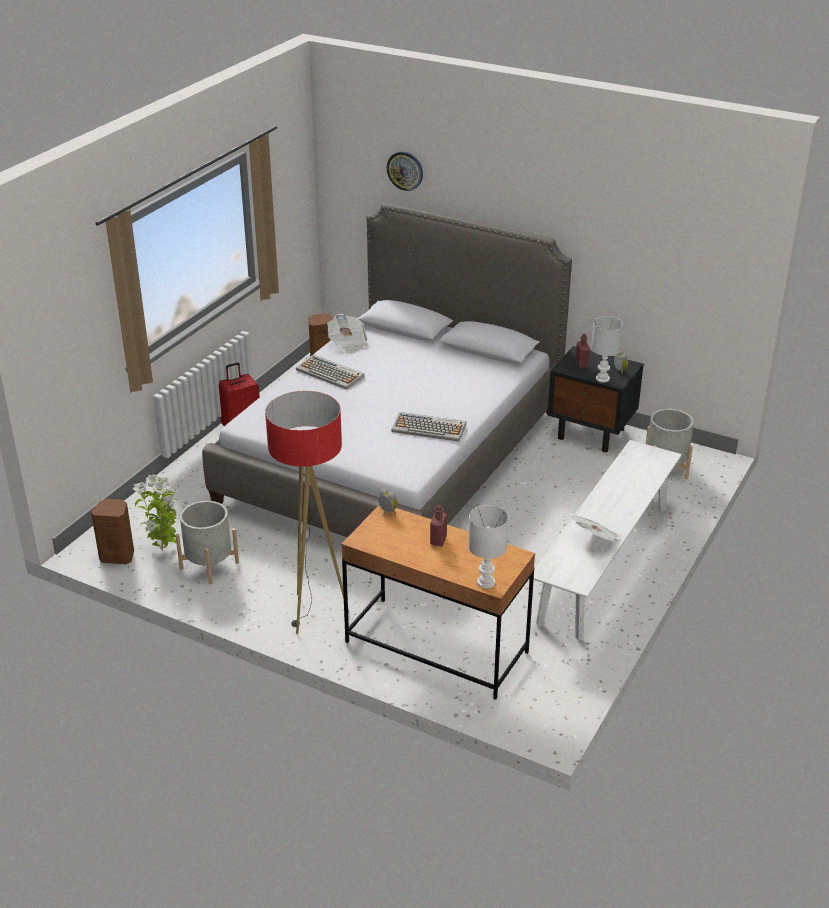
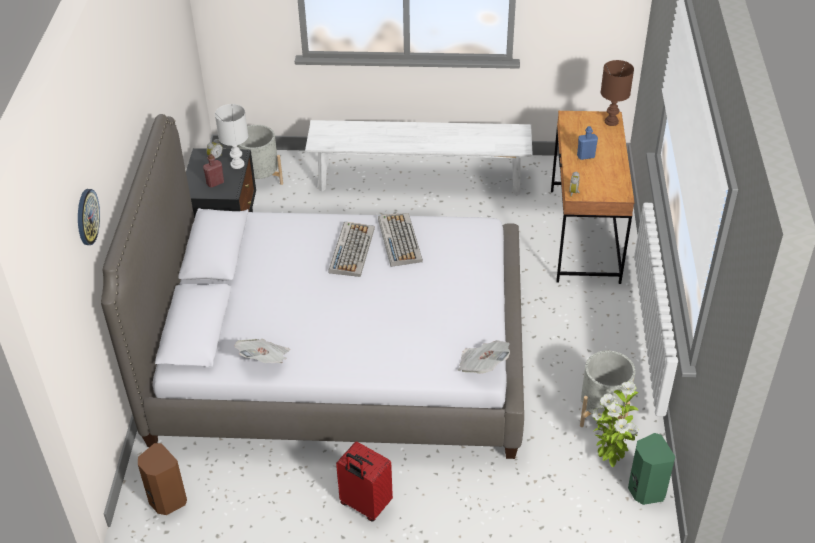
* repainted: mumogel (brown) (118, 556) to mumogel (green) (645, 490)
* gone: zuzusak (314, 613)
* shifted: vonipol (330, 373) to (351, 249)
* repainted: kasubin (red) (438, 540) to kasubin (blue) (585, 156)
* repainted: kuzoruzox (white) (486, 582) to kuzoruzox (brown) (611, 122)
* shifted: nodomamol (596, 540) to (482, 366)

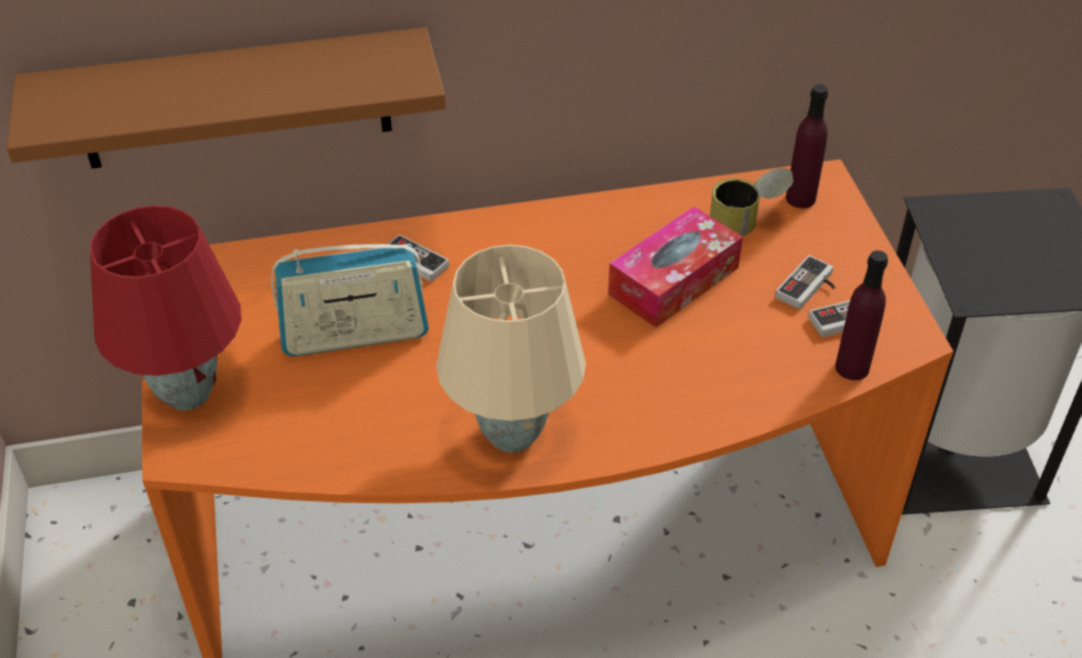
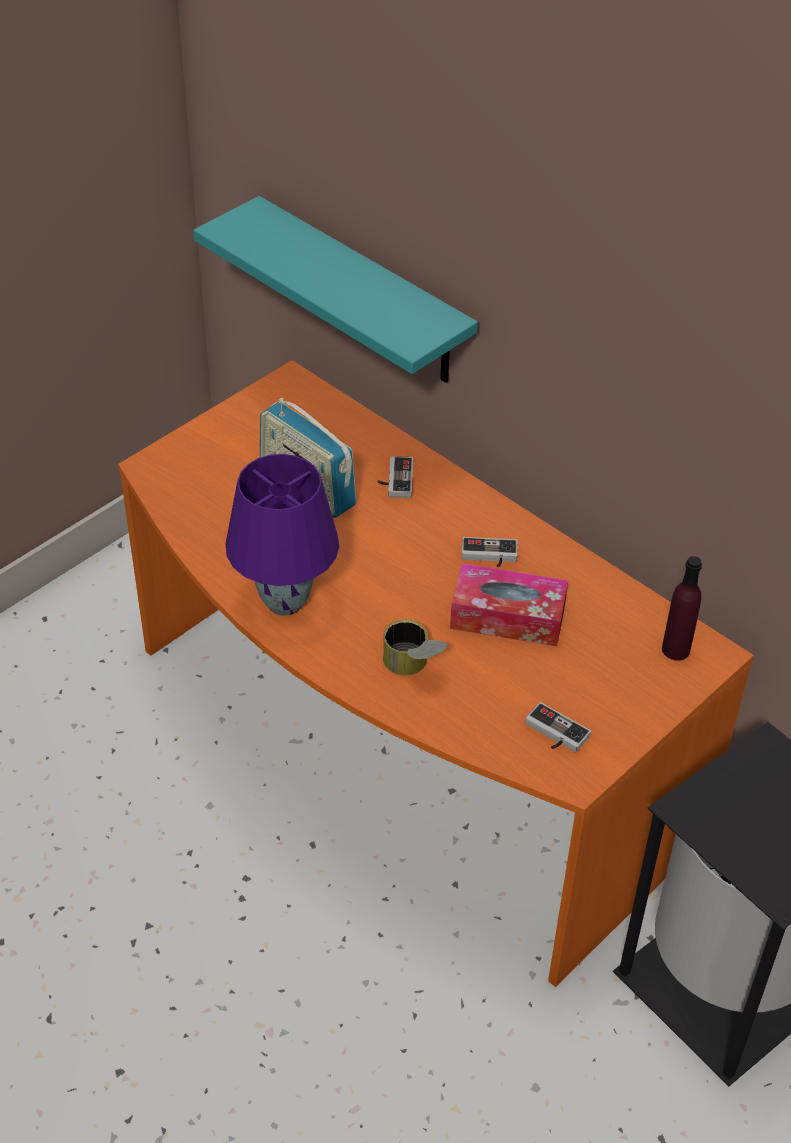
* repainted: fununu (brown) (234, 99) to fununu (turquoise) (363, 293)
* gone: kuzoruzox (red) (188, 395)
* repainted: kuzoruzox (beige) (512, 437) to kuzoruzox (purple) (284, 603)
* shifted: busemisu (747, 221) to (413, 667)
* shifted: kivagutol (809, 288) to (489, 556)
* gone: kasubin (purple) (852, 367)

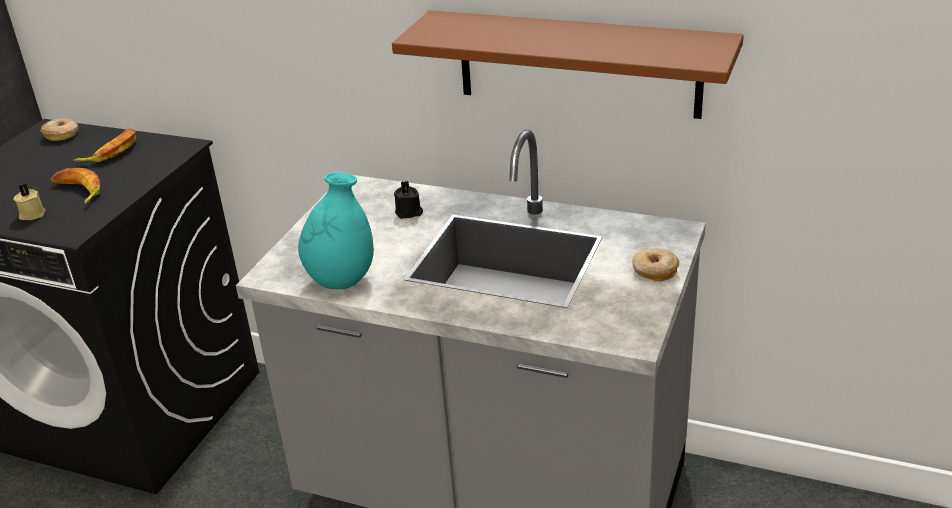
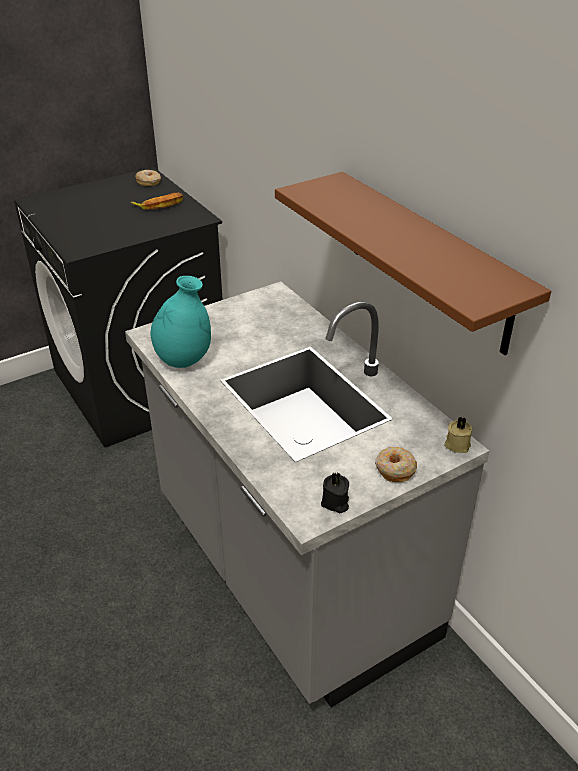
* shifted: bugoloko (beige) (32, 214) to (457, 444)
* gone: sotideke (77, 191)
* shifted: bugoloko (black) (409, 213) to (335, 503)

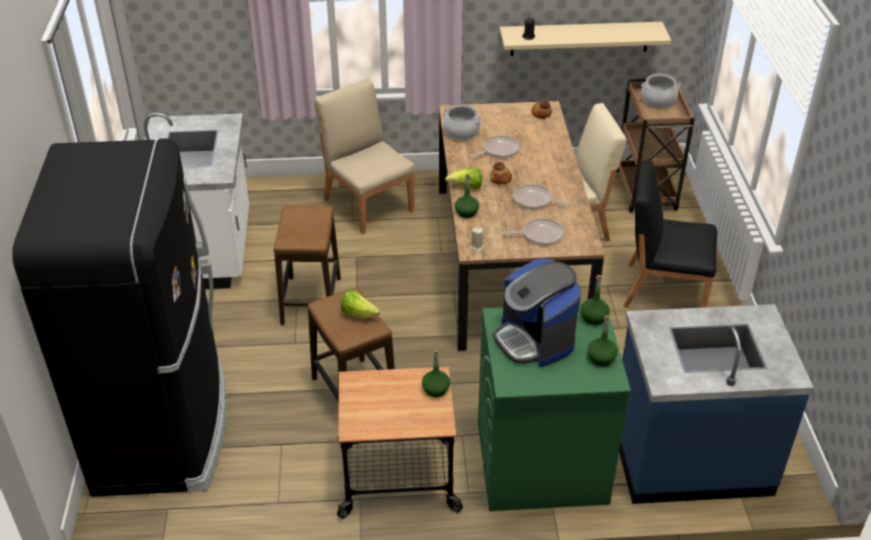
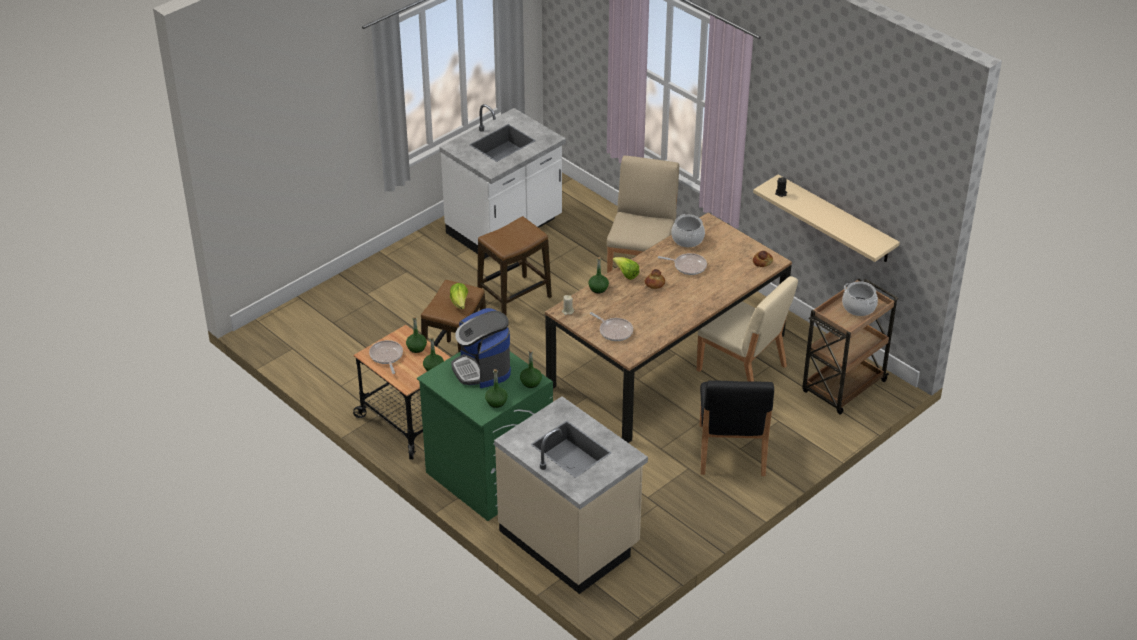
* gone: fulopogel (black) (164, 428)
* rotated: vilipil (534, 340) = (482, 369) 45 degrees counterclockwise
* shifted: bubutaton (534, 200) to (386, 356)
* repainted: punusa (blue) (690, 457) to punusa (beige) (570, 539)
* rotated: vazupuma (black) (663, 289) = (731, 451) 150 degrees counterclockwise
* new: kasubin (green) (416, 348)

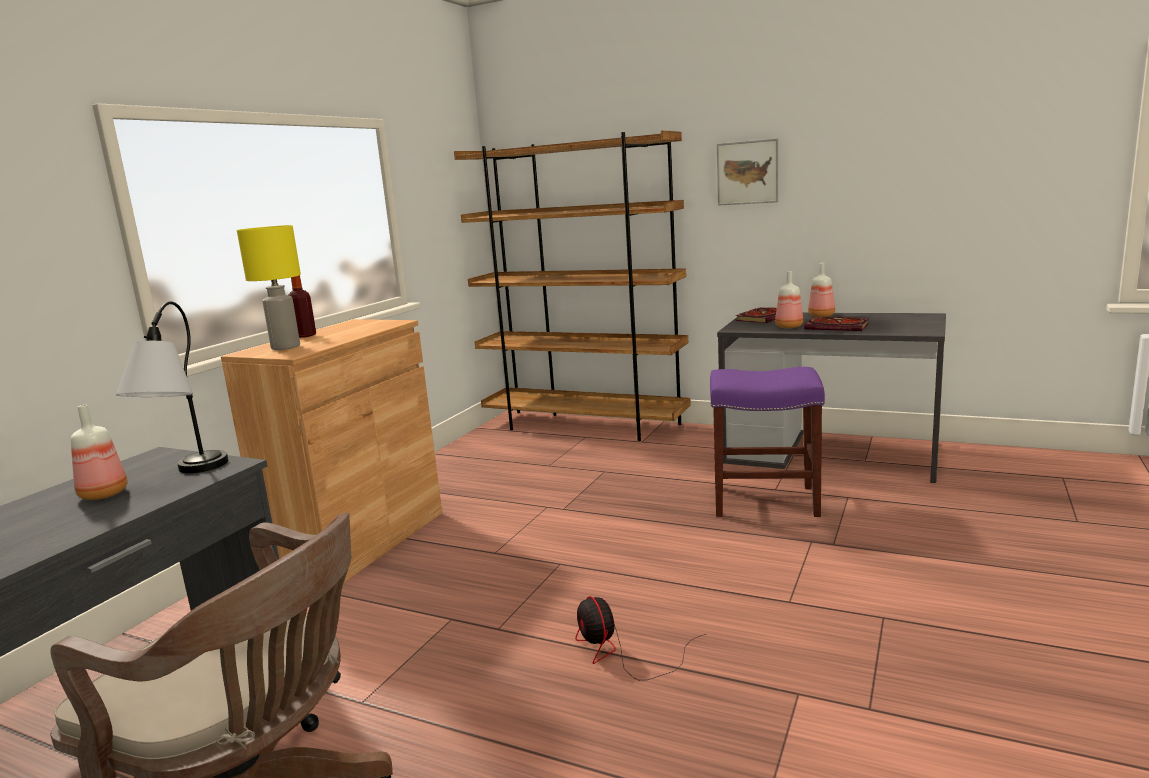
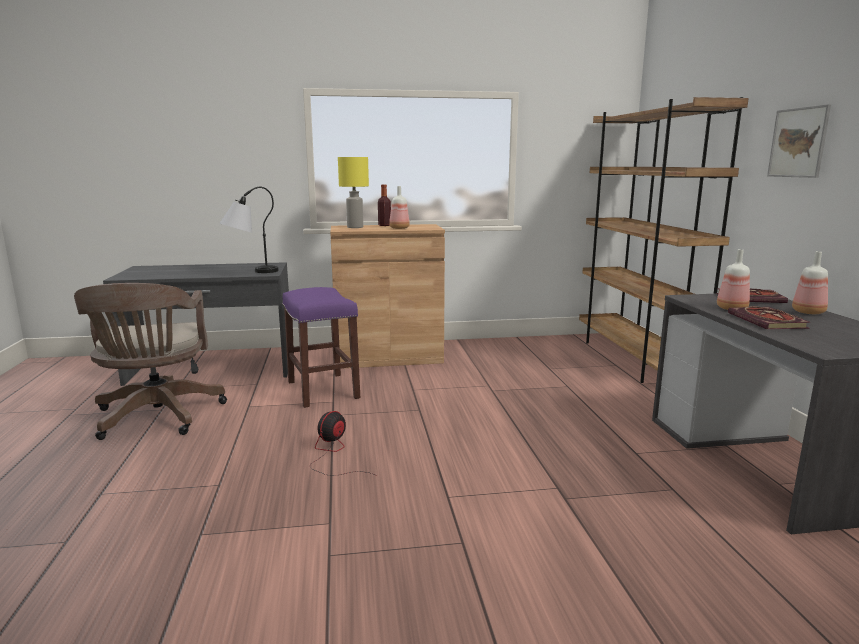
* shifted: kasubin (103, 495) to (398, 228)
* shifted: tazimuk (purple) (763, 501) to (322, 389)

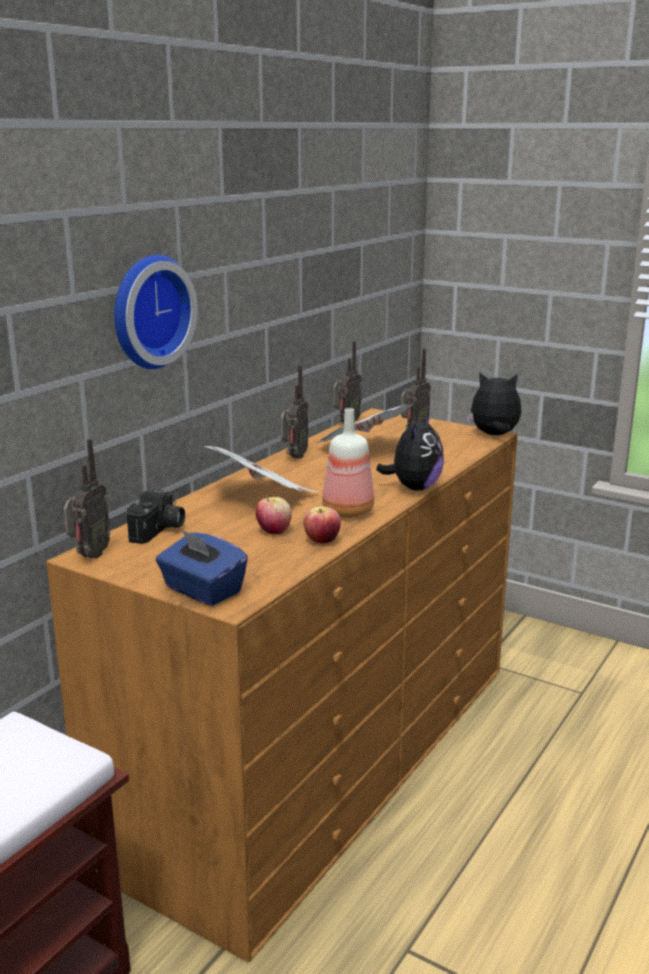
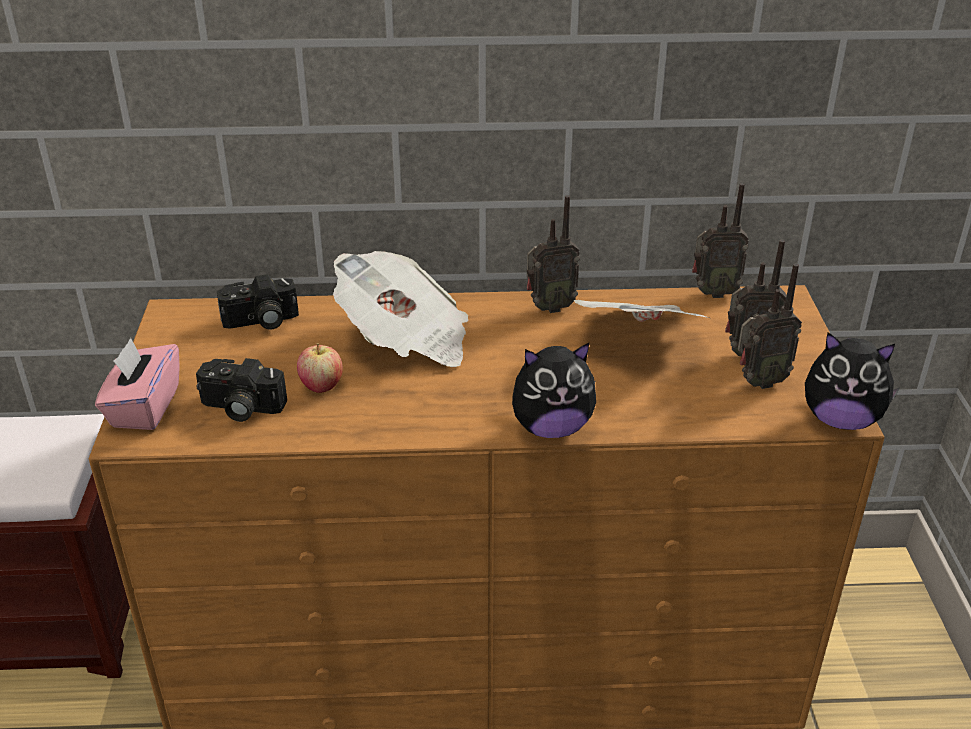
* shifted: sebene (89, 556) to (758, 382)
* gone: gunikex (148, 311)
* repainted: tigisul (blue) (202, 591) to tigisul (pink) (144, 407)
* gone: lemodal (321, 541)
* gone: kasubin (346, 511)
* rotated: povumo (494, 435) = (841, 420) 135 degrees clockwise
* new: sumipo (240, 408)

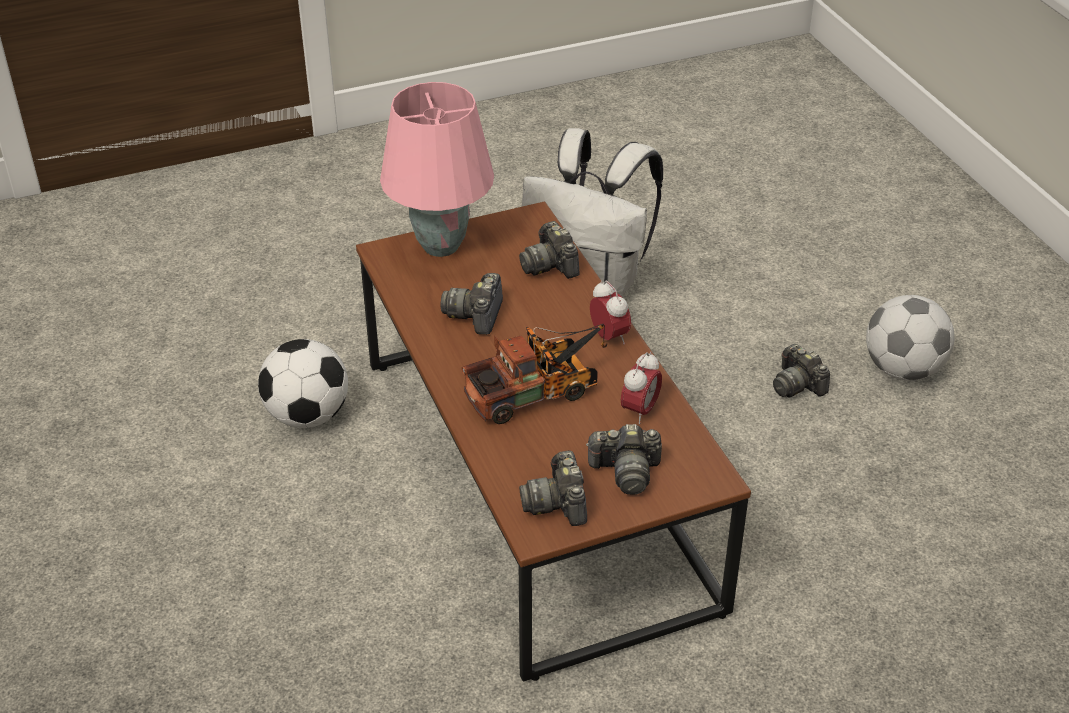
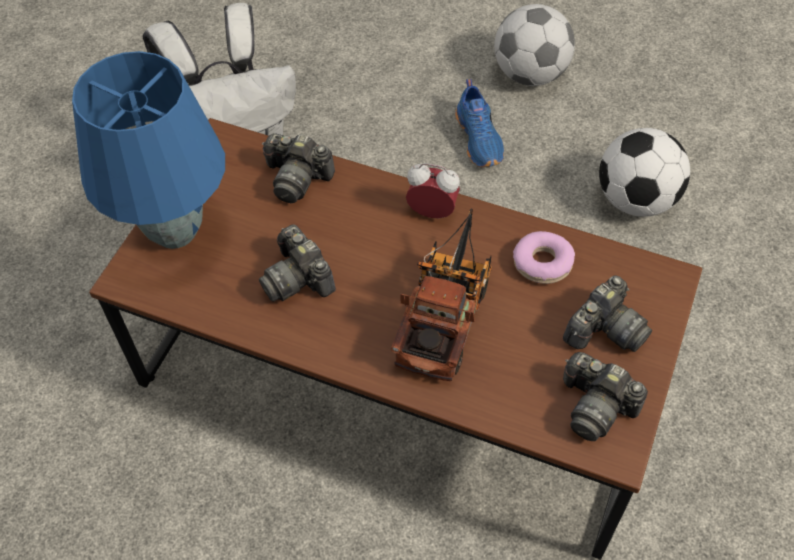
* shifted: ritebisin (308, 416) to (636, 200)
* repainted: kuzoruzox (pink) (440, 245) to kuzoruzox (blue) (174, 231)
* swapped: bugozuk (640, 411) to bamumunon (542, 263)
* swapped: sumipo (797, 385) to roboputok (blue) (480, 139)

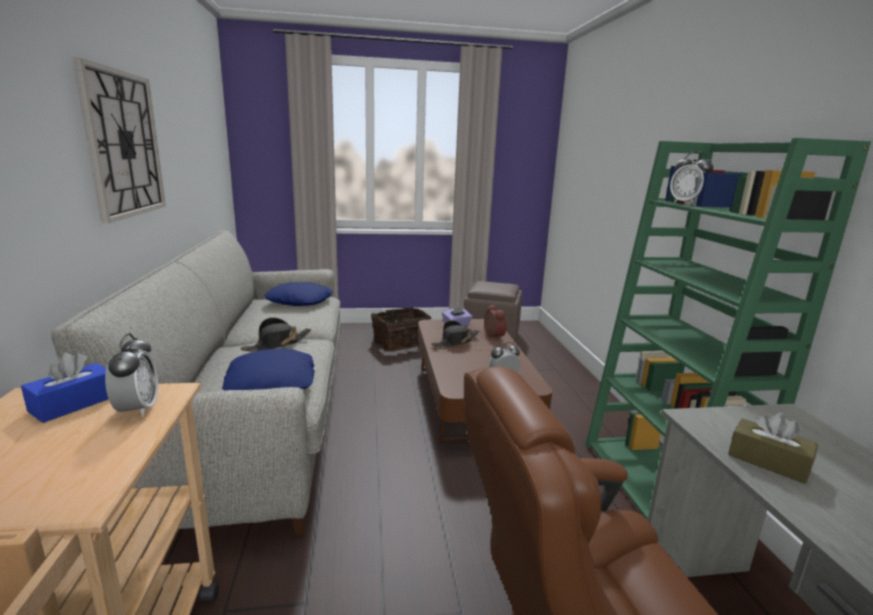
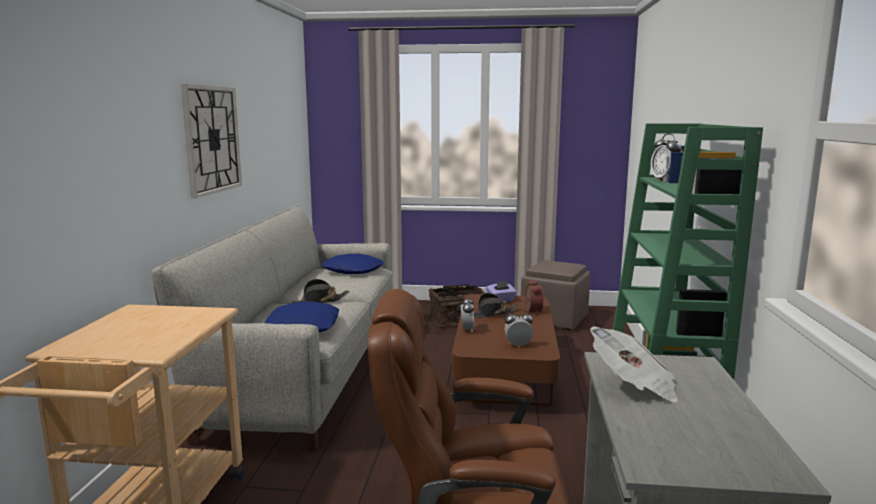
* gone: tigisul (blue) (74, 404)
* shifted: bugozuk (138, 409) to (467, 330)
* swapped: tigisul (brown) (768, 461) to nodomamol (633, 386)

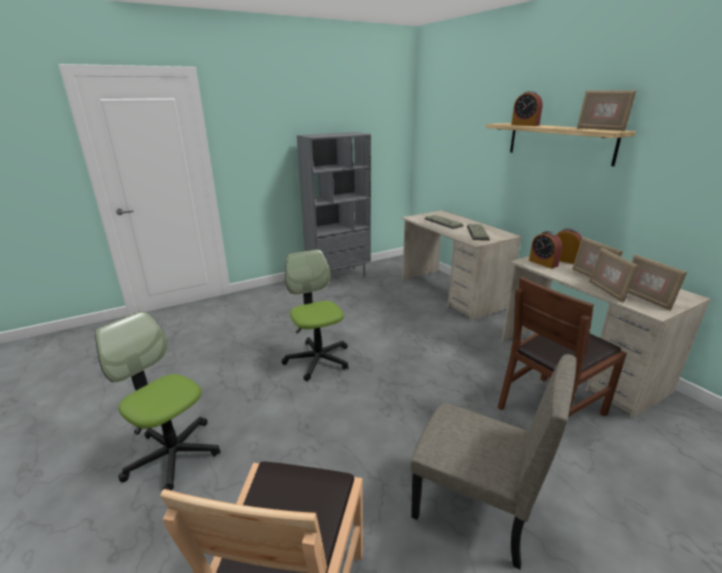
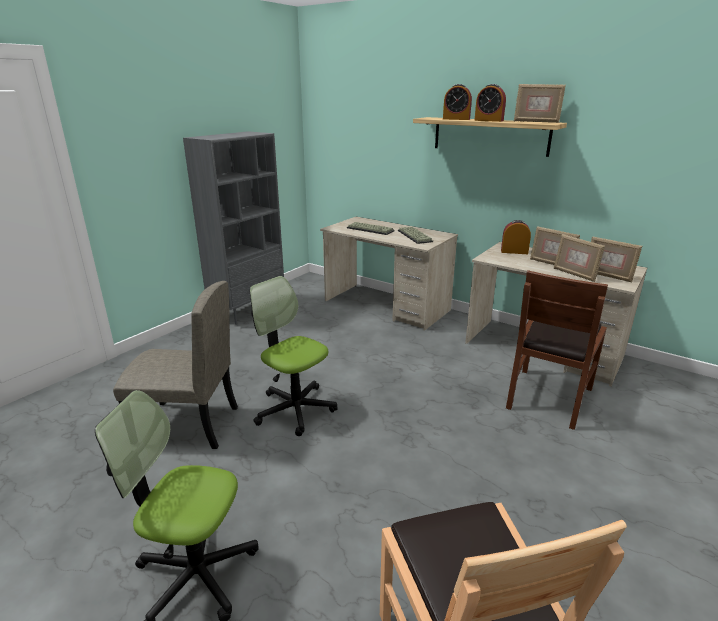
* shifted: vazupuma (beige) (474, 508) to (187, 425)
* shifted: bugozuk (543, 263) to (488, 120)

